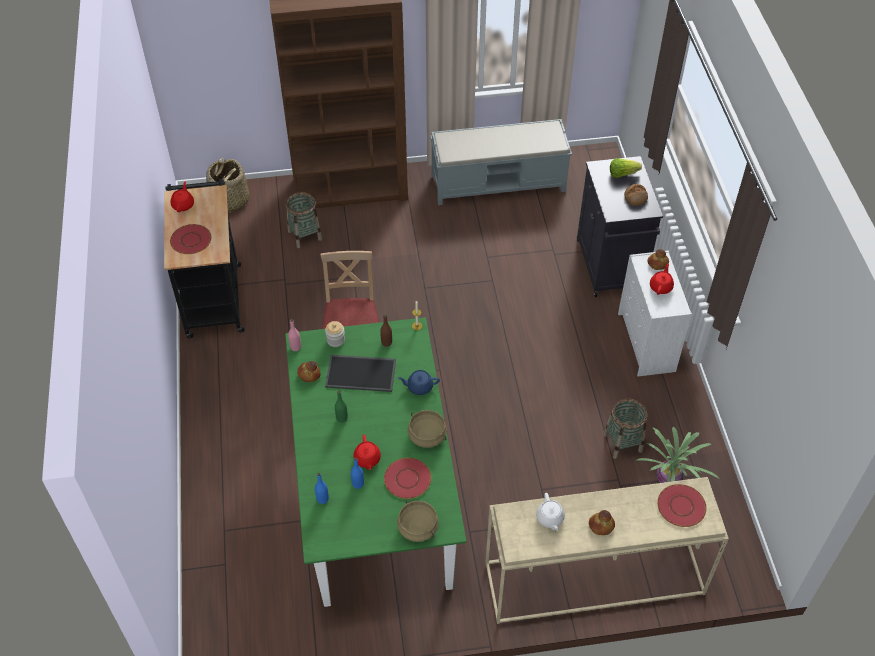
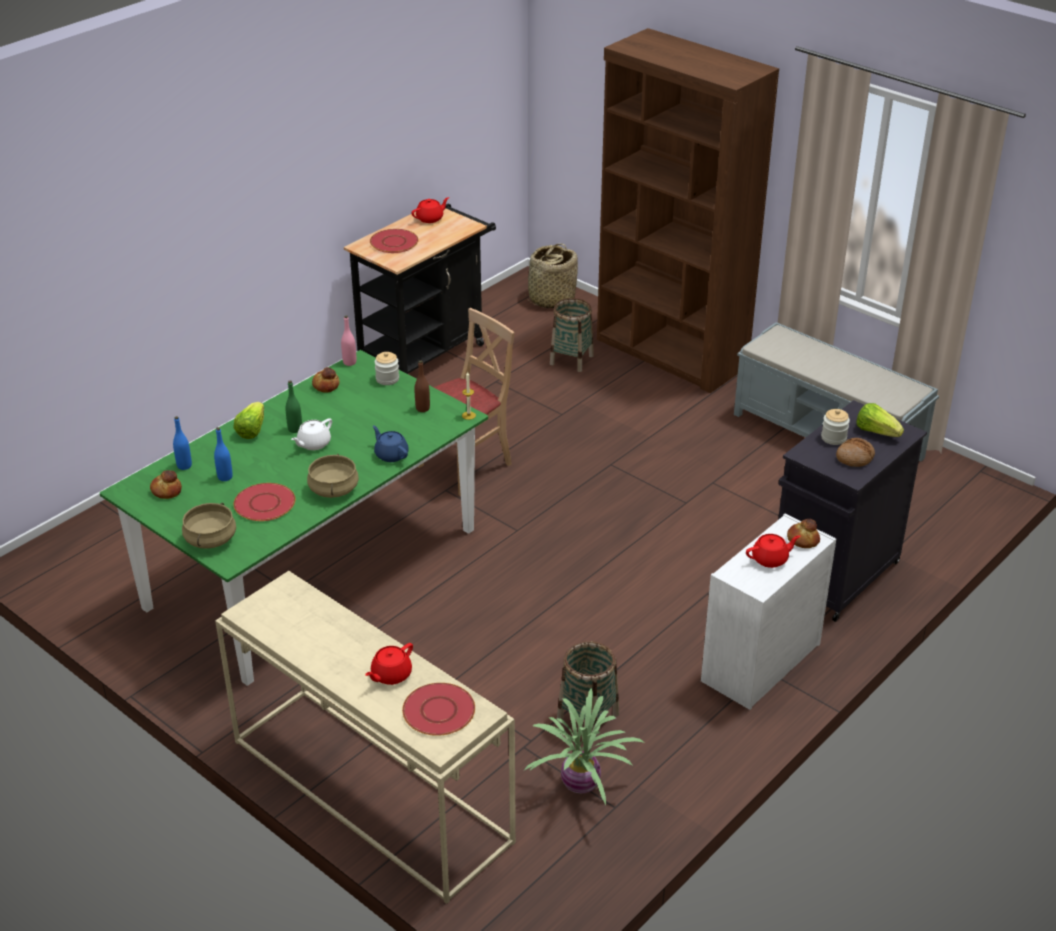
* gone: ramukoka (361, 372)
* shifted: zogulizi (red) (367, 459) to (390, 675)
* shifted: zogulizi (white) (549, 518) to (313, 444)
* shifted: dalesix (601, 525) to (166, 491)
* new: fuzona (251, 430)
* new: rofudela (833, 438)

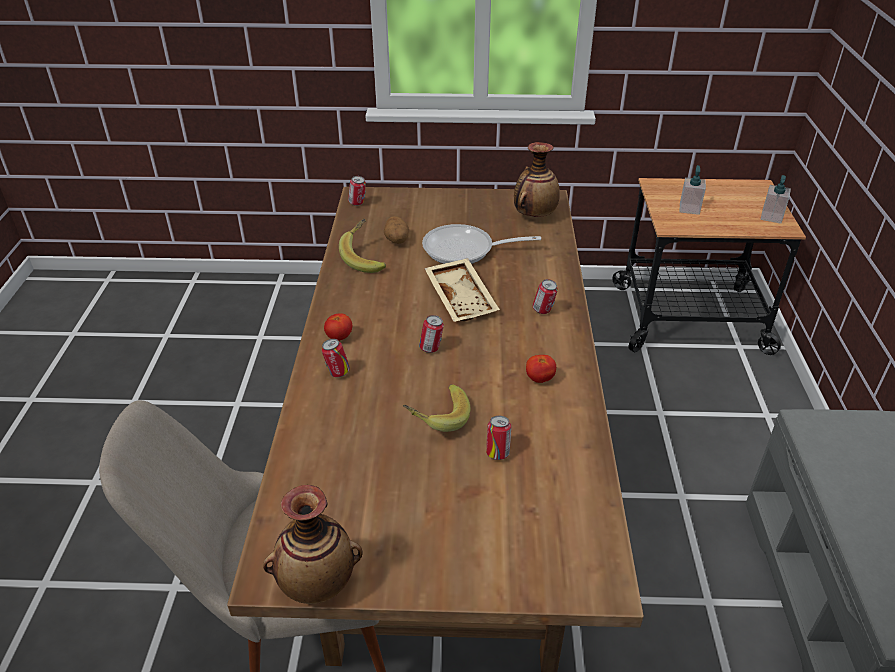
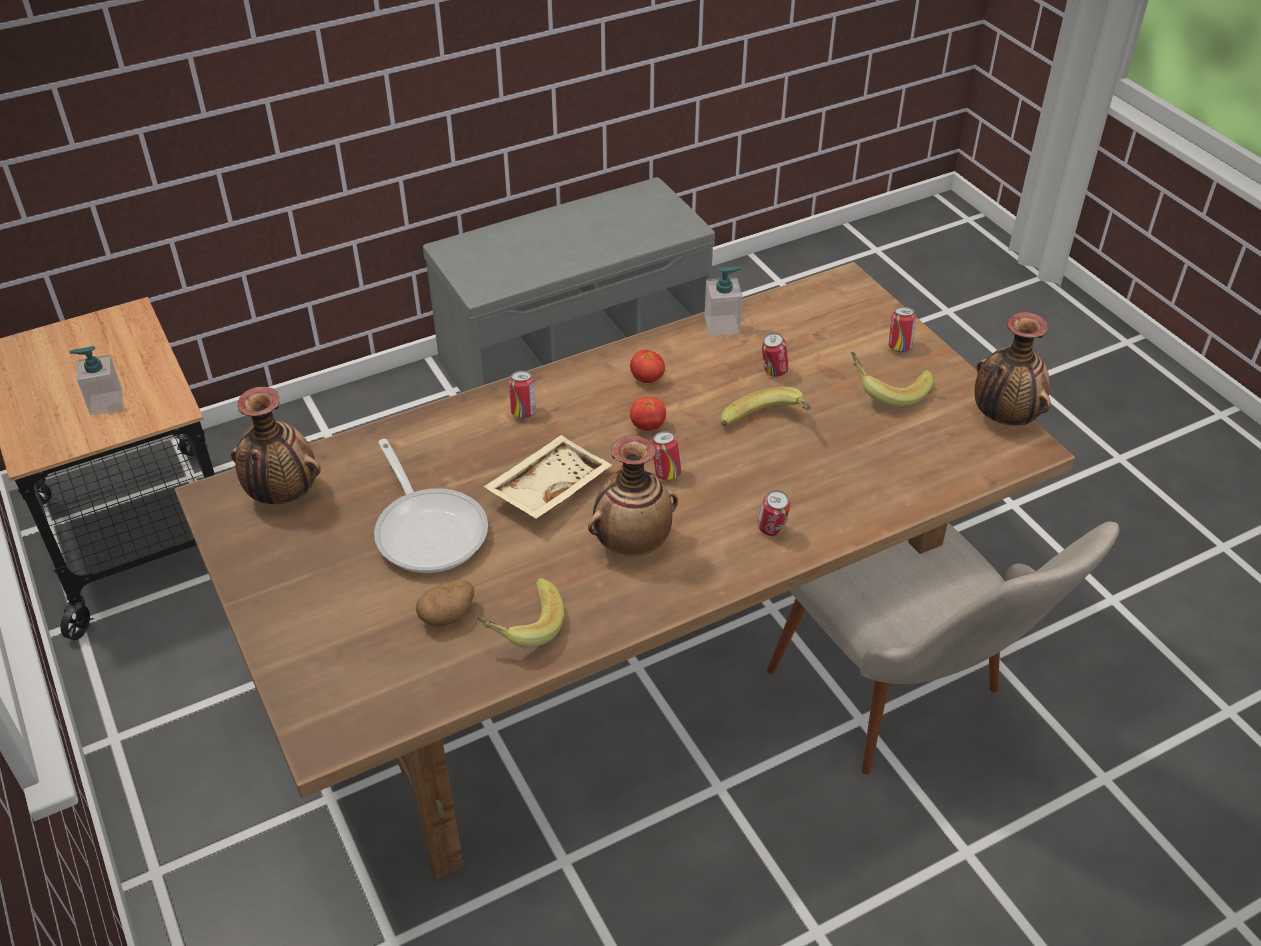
* shifted: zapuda (339, 337) to (648, 426)
* shifted: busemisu (357, 204) to (899, 347)
* shifted: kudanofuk (771, 217) to (722, 325)
* new: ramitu (632, 543)
* new: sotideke (887, 390)

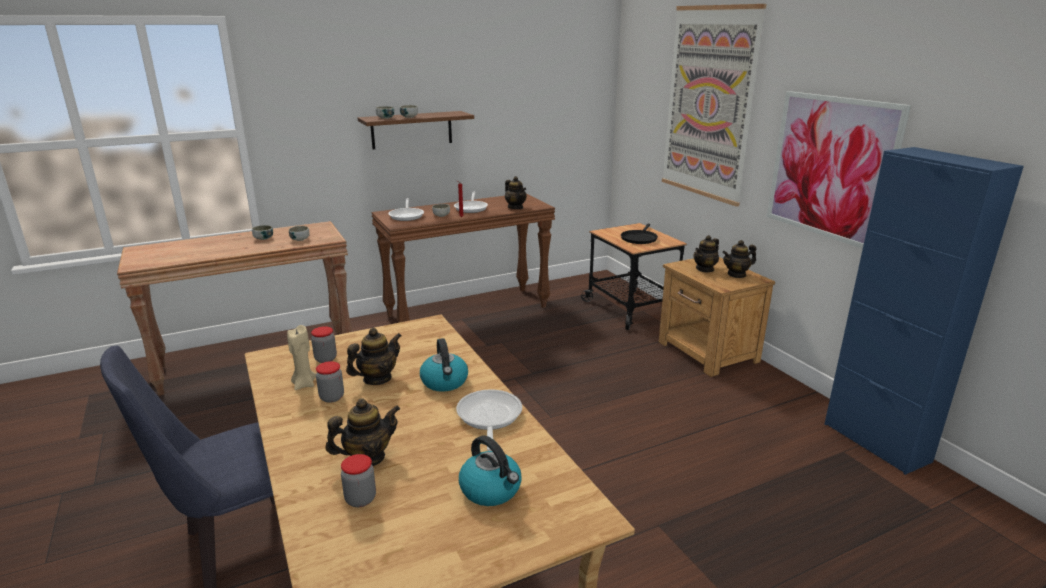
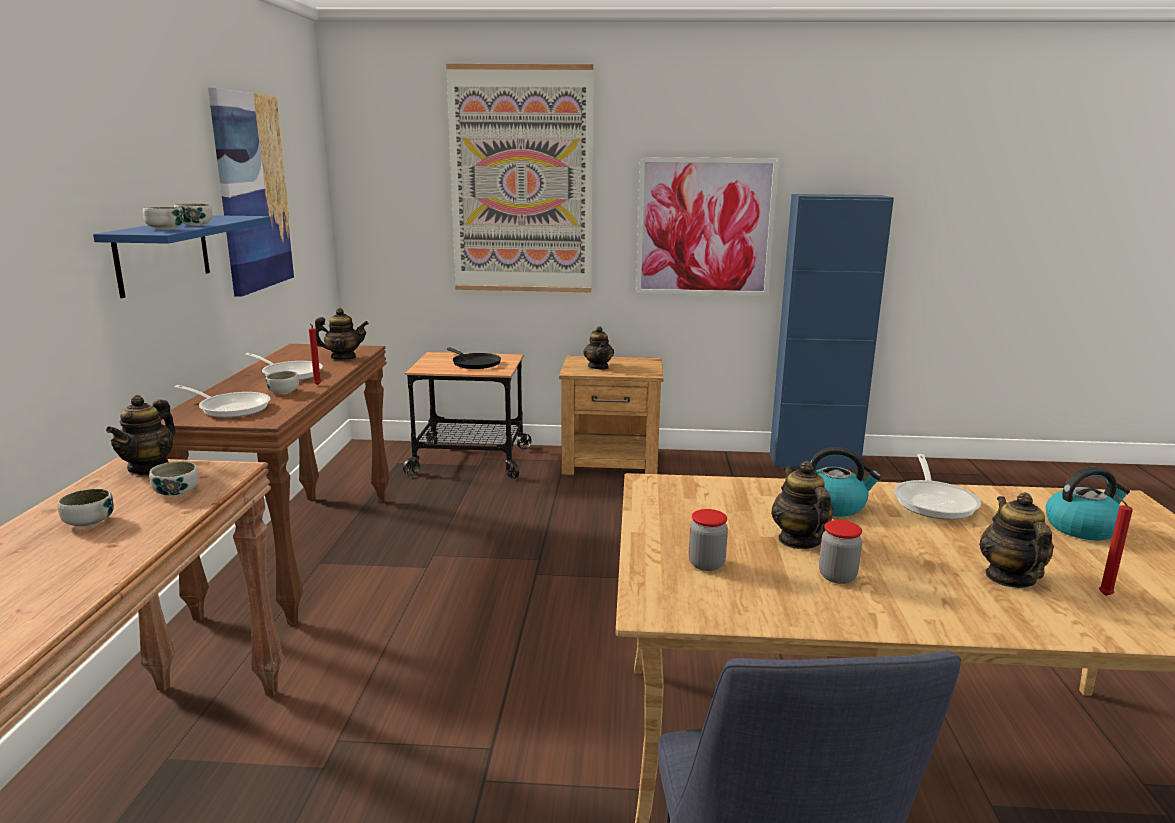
* gone: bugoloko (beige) (304, 384)
* swapped: rofudela (360, 499) to bugoloko (red) (1102, 595)
* repainted: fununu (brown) (412, 130) to fununu (blue) (163, 254)
* rotated: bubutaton (488, 418) = (934, 501) 105 degrees counterclockwise
* shifted: zogulizi (737, 274) to (149, 468)
* new: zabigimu (252, 192)

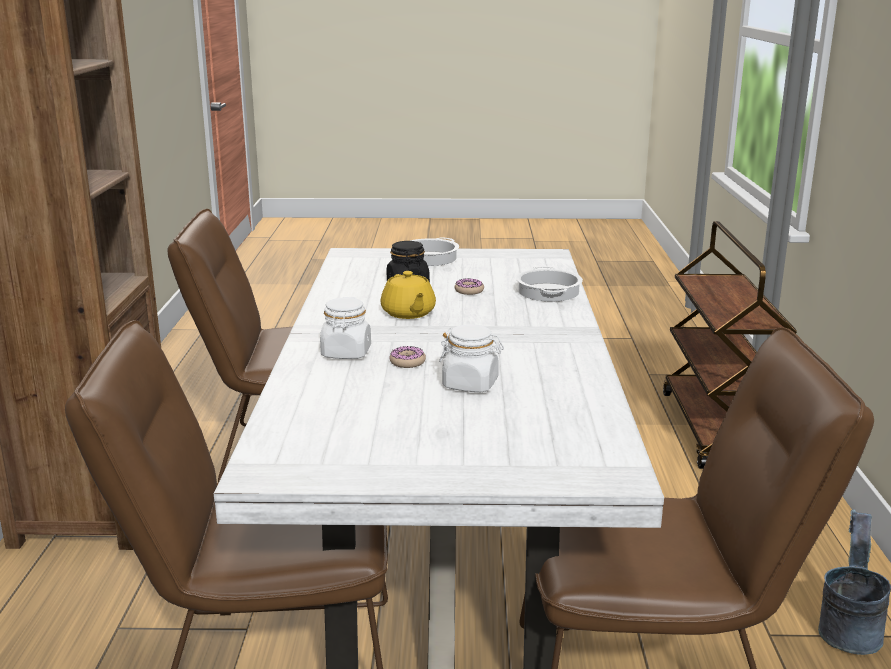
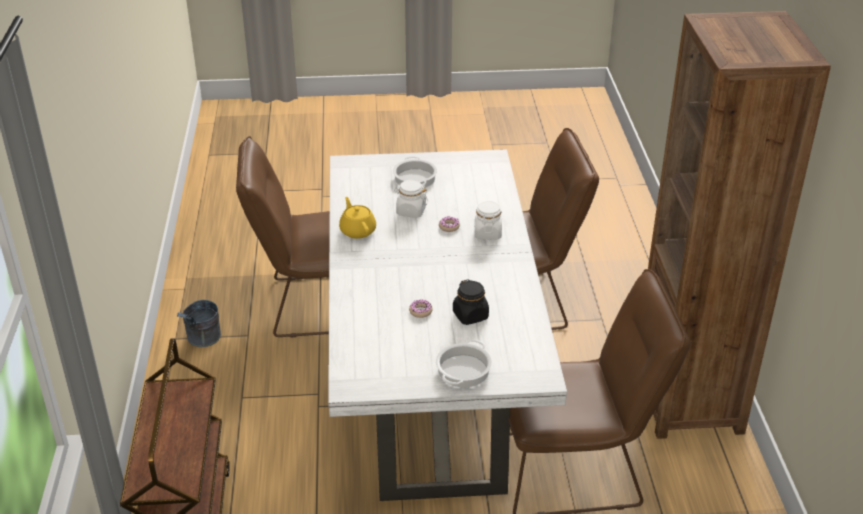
* shifted: zogulizi (yellow) (408, 313) to (357, 230)
* shifted: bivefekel (549, 292) to (414, 178)

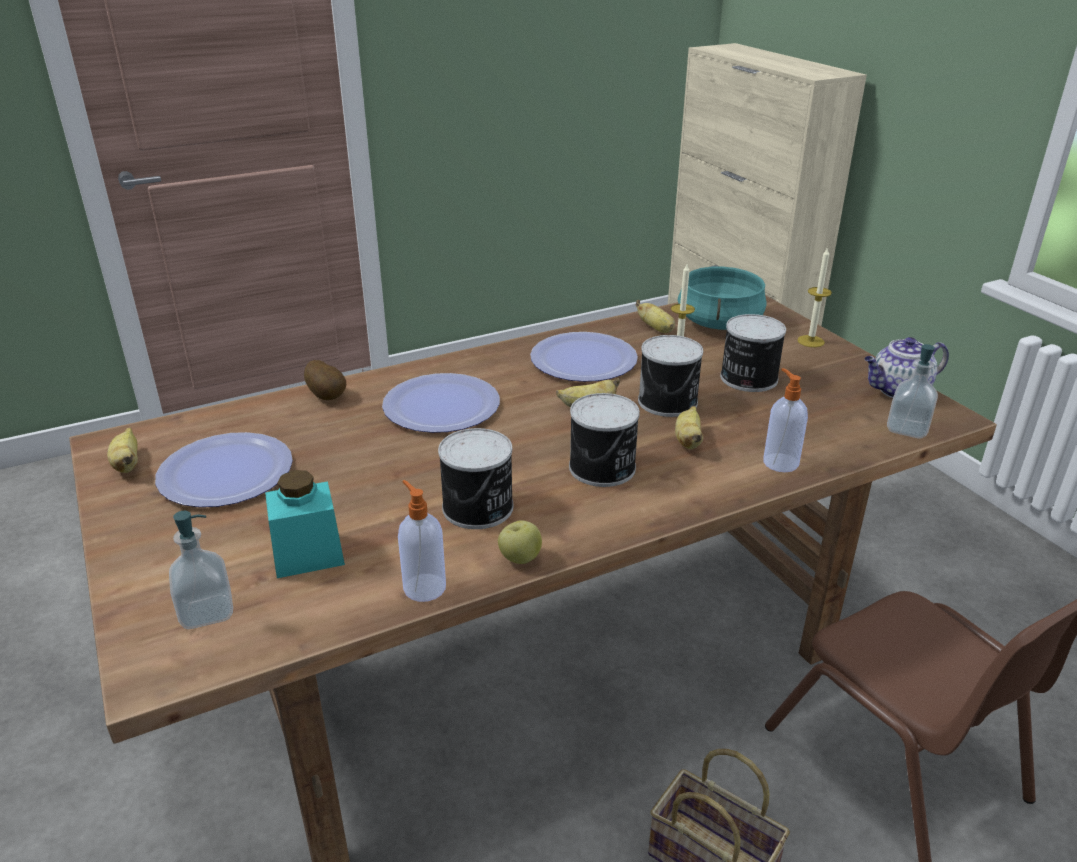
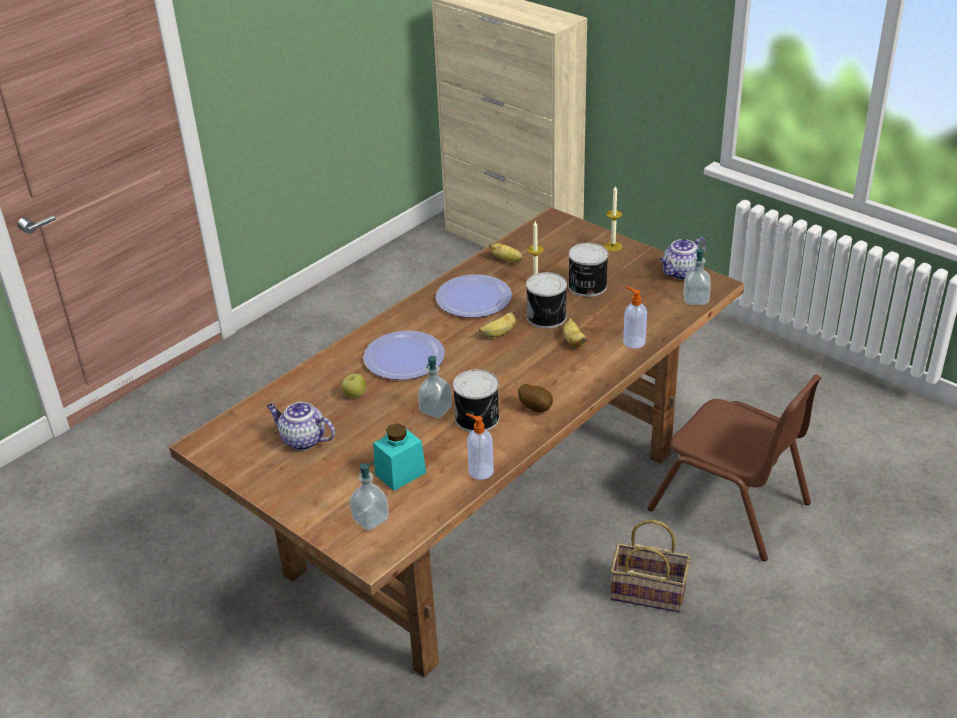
* gone: sotideke (127, 464)
* swapped: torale (225, 472) to zogulizi (302, 440)
* shifted: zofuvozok (328, 396) to (536, 408)
* shifted: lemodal (520, 558) to (354, 395)
* gone: busemisu (603, 468)
* gone: bivefekel (turquoise) (718, 322)
* new: kudanofuk (435, 410)

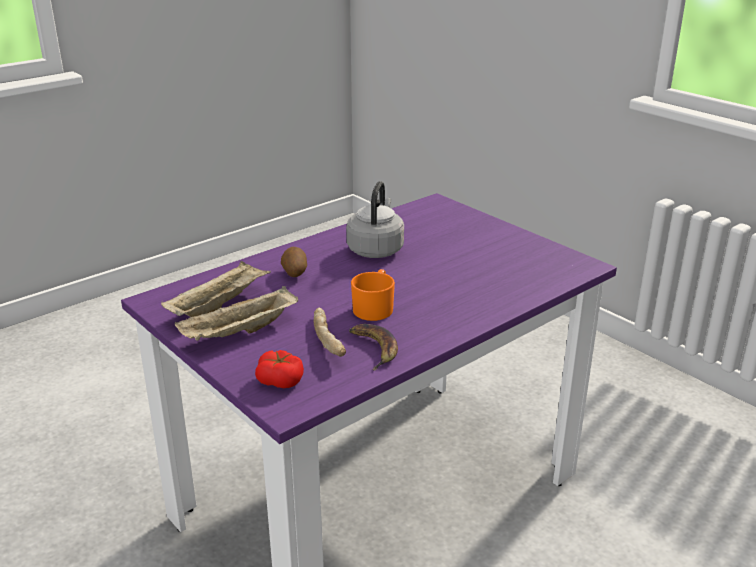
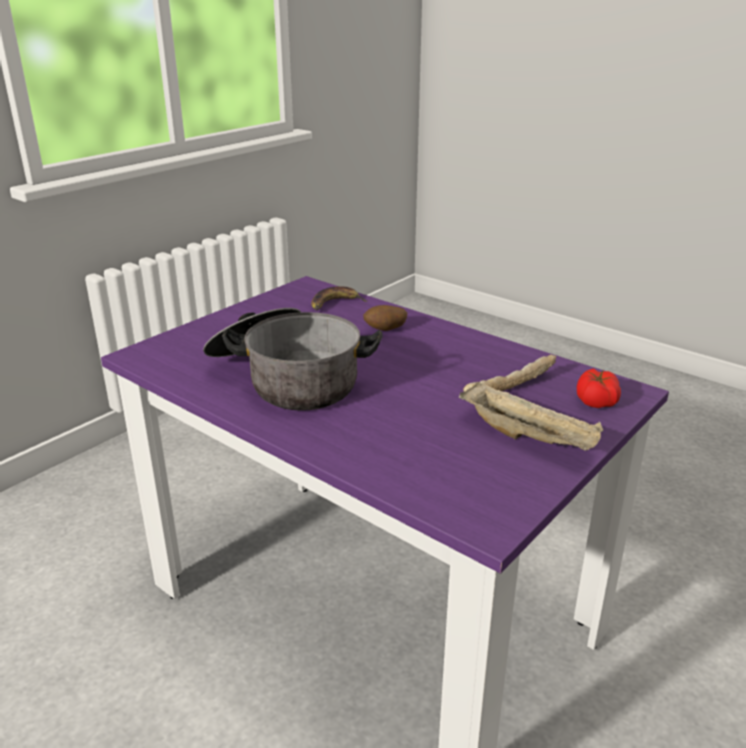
* gone: ramukoka (beige) (219, 305)
* shifted: zofuvozok (294, 273) to (385, 330)
* swapped: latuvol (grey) (376, 249) to bivefekel (287, 380)
* shifted: sotideke (373, 348) to (335, 303)
* gone: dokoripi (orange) (374, 308)

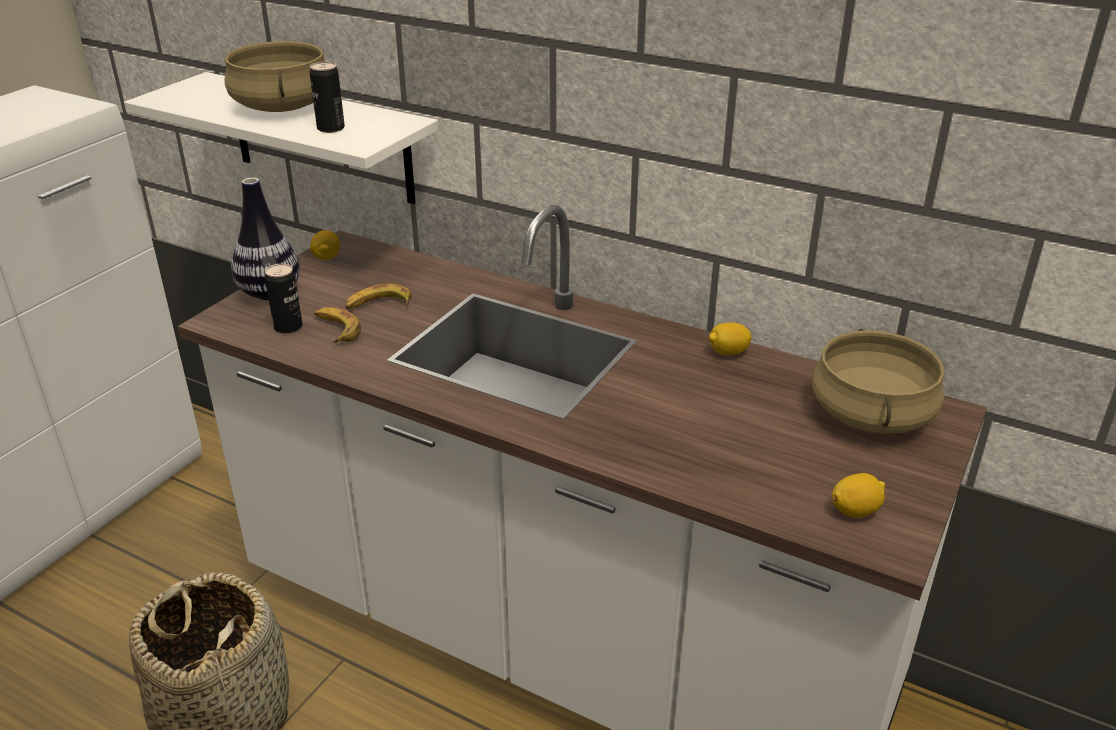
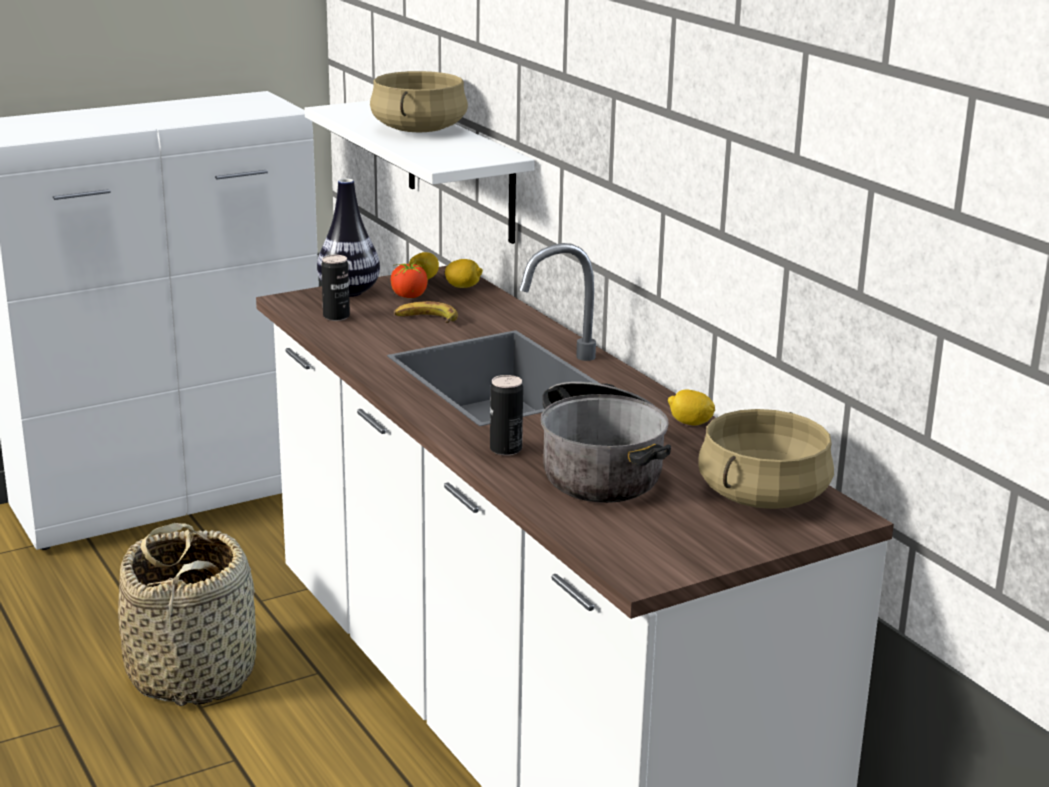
* shifted: busemisu (331, 128) to (506, 449)
* gone: sotideke (336, 329)
* shifted: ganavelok (855, 511) to (463, 287)
* new: zapuda (409, 296)
* new: bivefekel (602, 467)

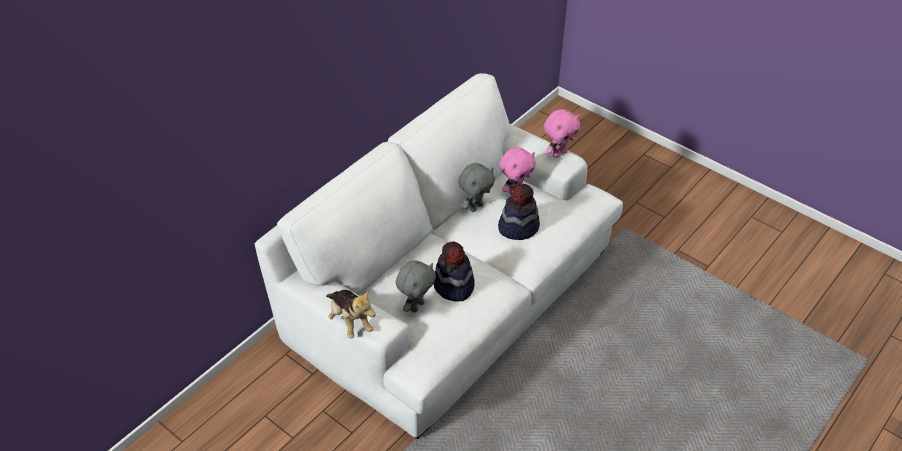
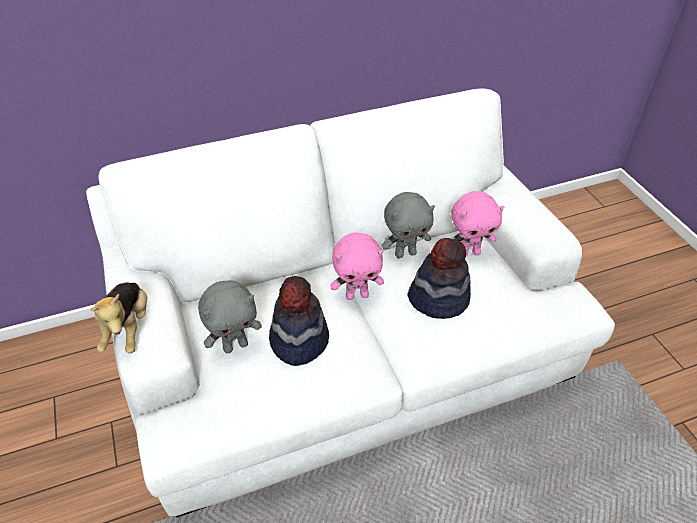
* shifted: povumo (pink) (559, 153) to (357, 295)

